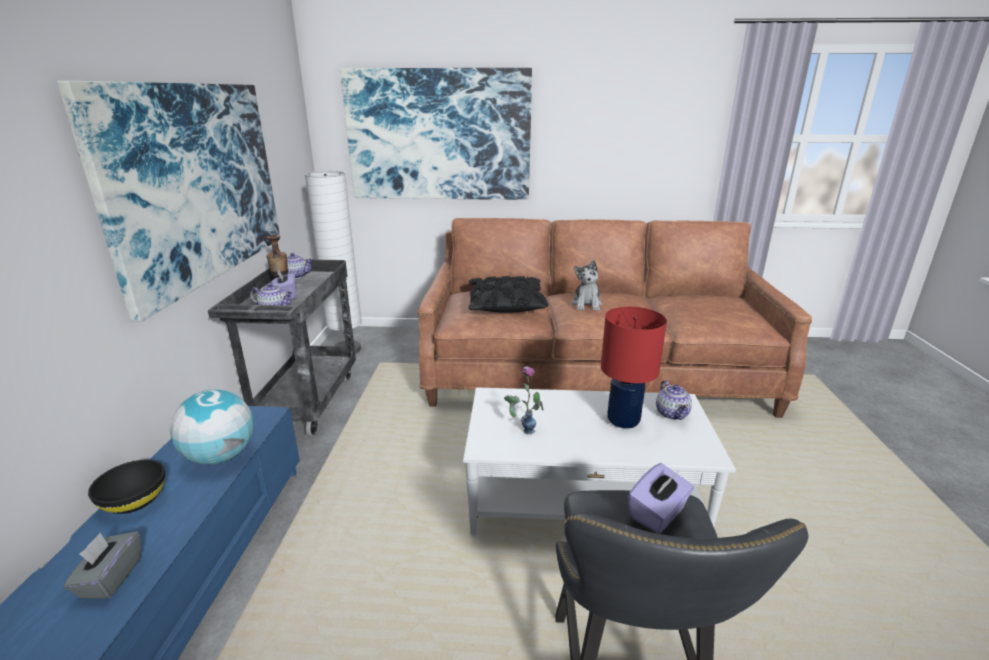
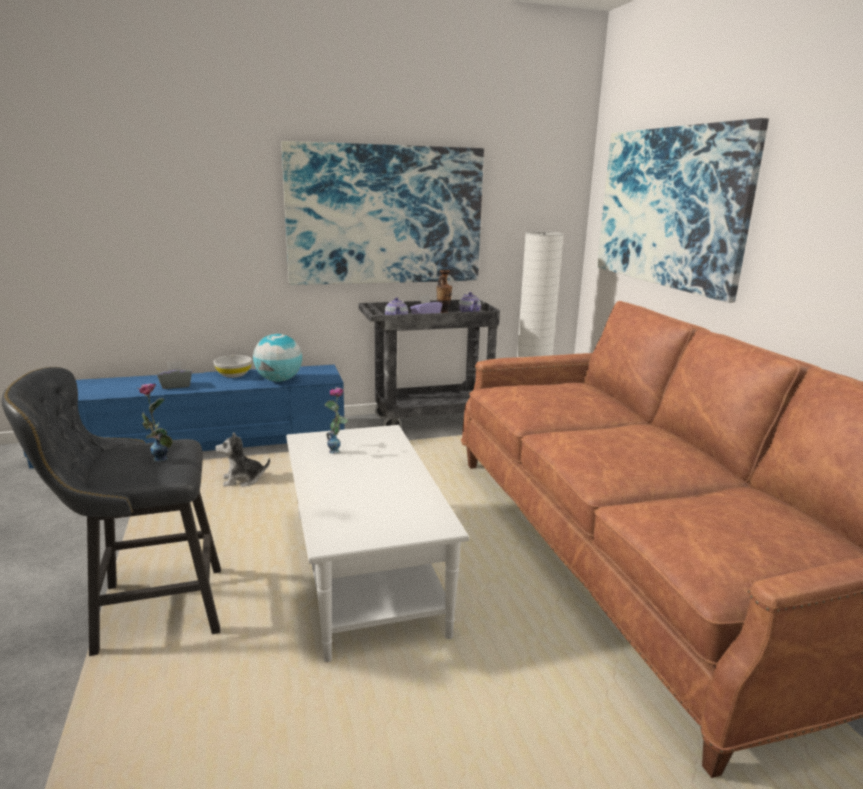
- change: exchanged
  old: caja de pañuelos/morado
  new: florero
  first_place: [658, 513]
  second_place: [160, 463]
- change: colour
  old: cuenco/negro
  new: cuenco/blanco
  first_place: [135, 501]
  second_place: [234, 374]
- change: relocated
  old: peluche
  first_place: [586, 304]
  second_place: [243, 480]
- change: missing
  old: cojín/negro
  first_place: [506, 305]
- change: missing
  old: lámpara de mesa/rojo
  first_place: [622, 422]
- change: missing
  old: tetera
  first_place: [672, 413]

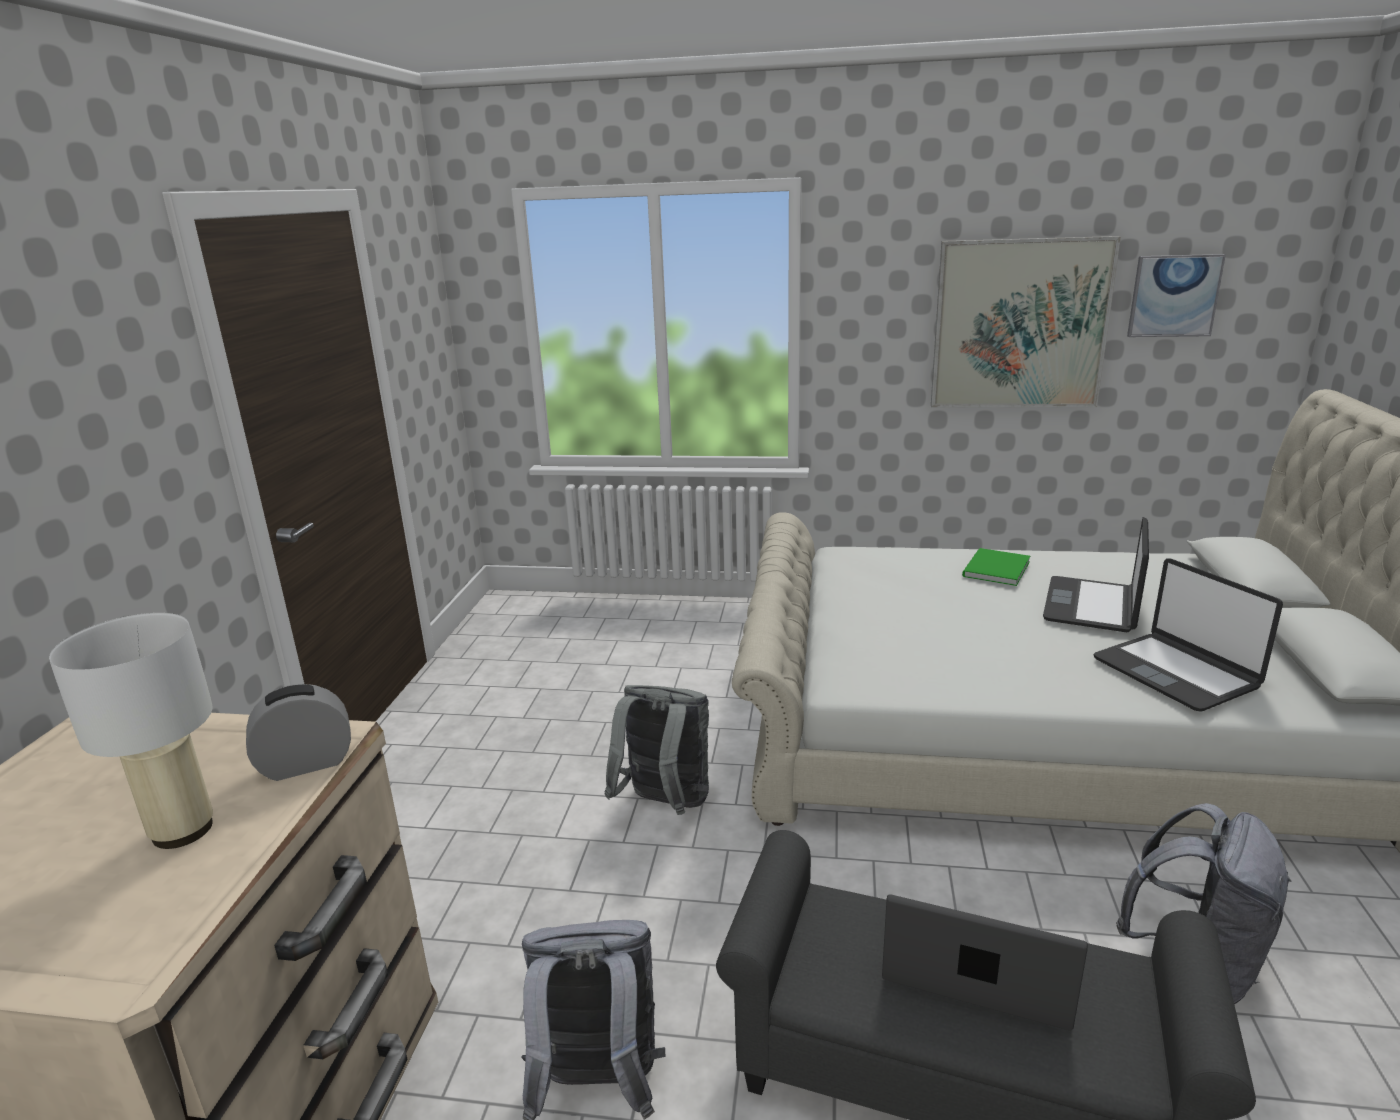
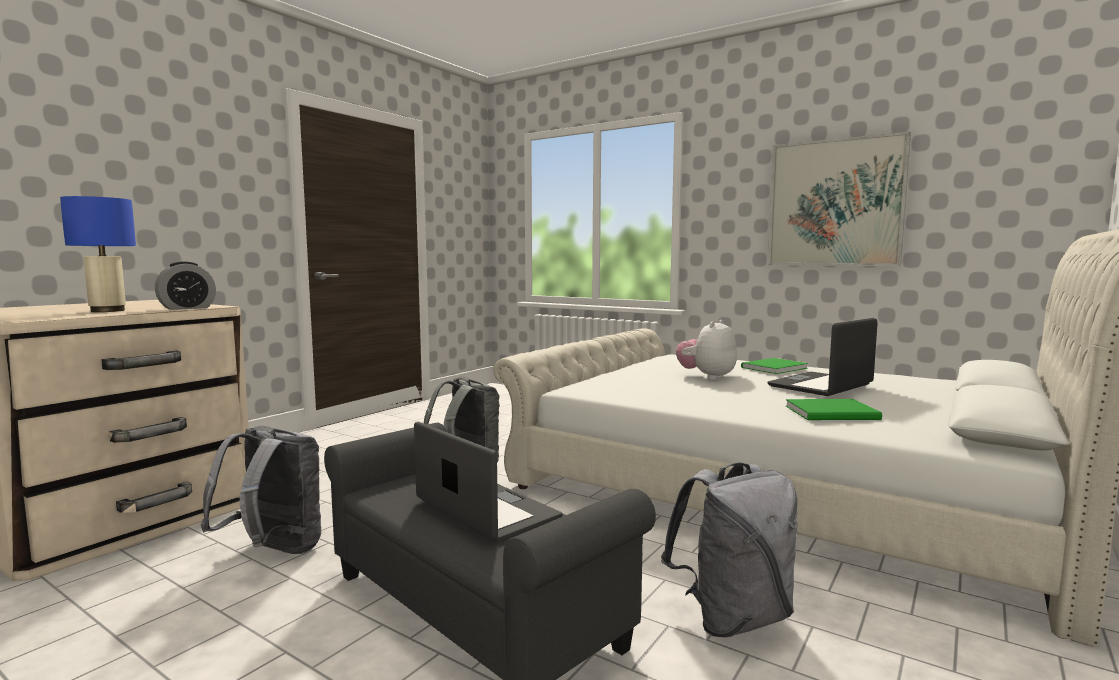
- change: colour
  old: lámpara de mesa/blanco
  new: lámpara de mesa/azul
  first_place: [182, 832]
  second_place: [107, 311]
- change: spun
  old: despertador
  first_place: [306, 764]
  second_place: [187, 308]
  degrees: 135
- change: appeared
  new: peluche
  second_place: [707, 377]
- change: exchanged
  old: portátil
  new: libro/verde
  first_place: [1176, 672]
  second_place: [834, 413]
- change: missing
  old: cuadro
  first_place: [1174, 296]

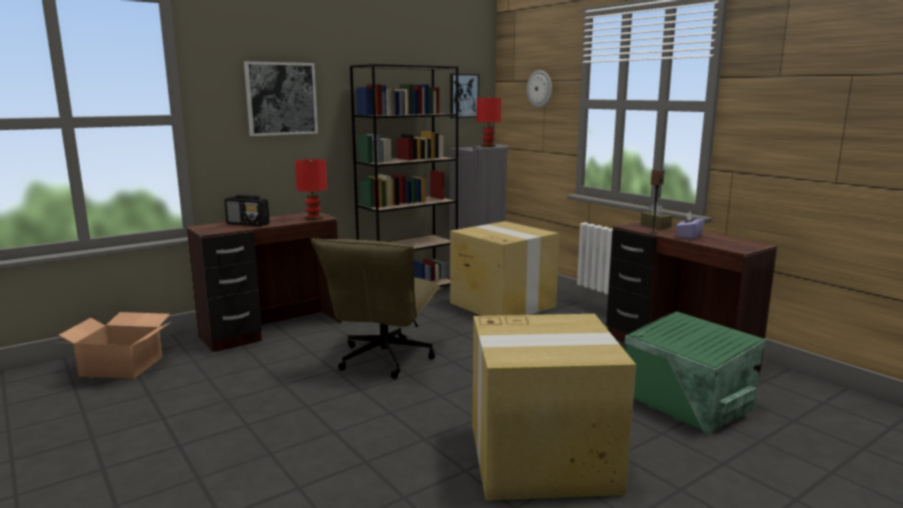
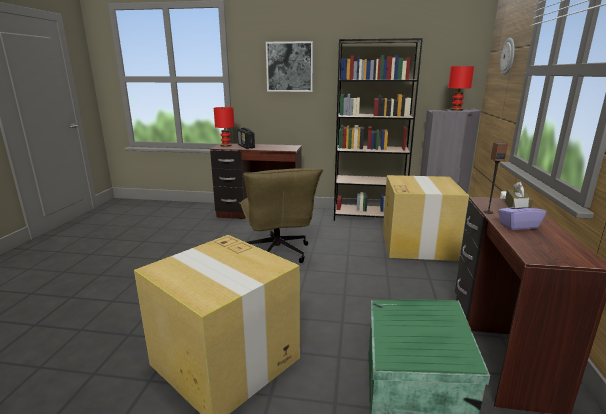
- change: relocated
  old: lámpara de mesa/rojo
  first_place: [313, 218]
  second_place: [225, 145]
- change: spun
  old: silla de oficina/beis
  first_place: [385, 358]
  second_place: [277, 251]
  degrees: -75
- change: missing
  old: caja de cartón
  first_place: [122, 366]
- change: missing
  old: cuadro
  first_place: [463, 96]

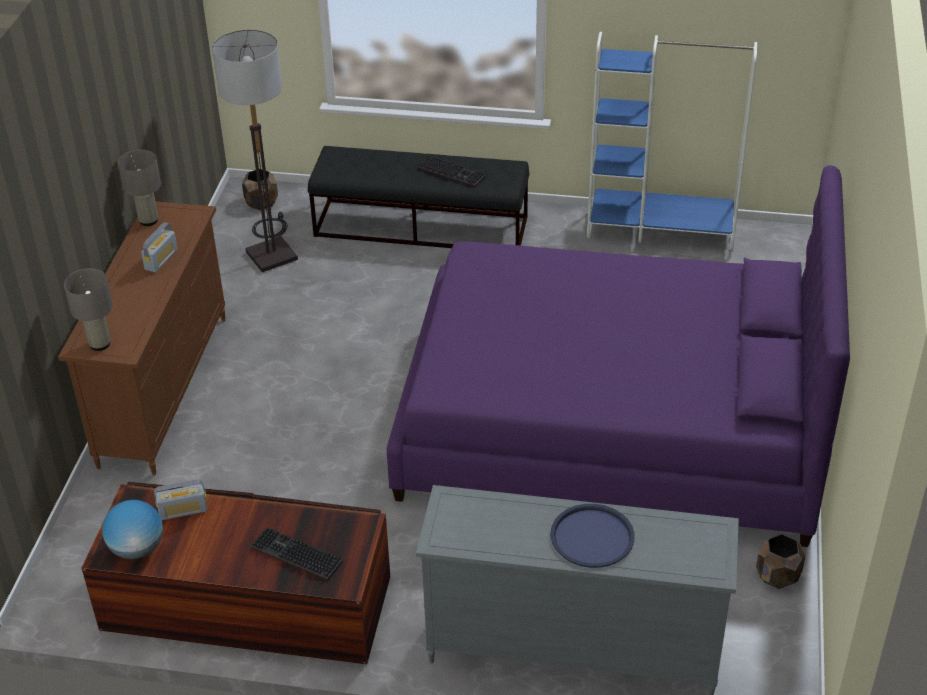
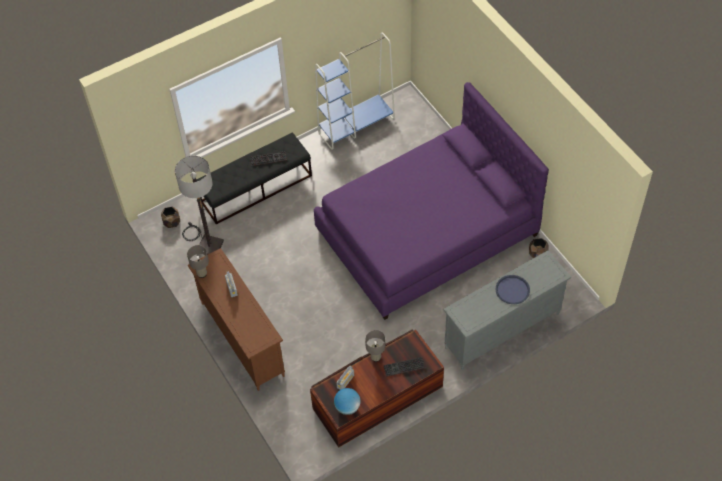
- change: relocated
  old: lámpara de mesa/gris
  first_place: [100, 344]
  second_place: [376, 357]

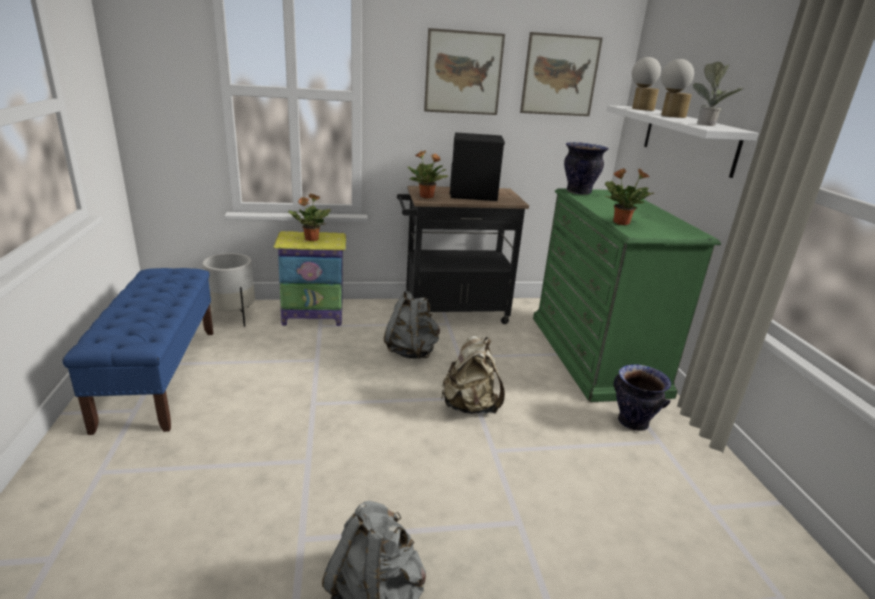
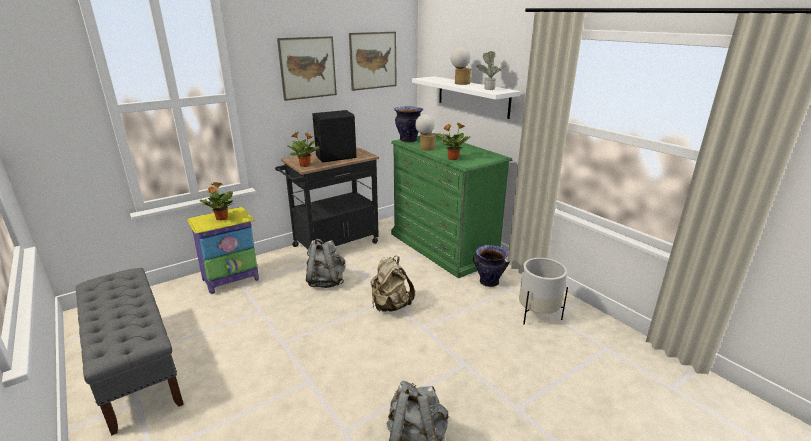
- change: colour
  old: banco/azul
  new: banco/gris
  first_place: [160, 375]
  second_place: [136, 367]
- change: relocated
  old: lámpara de mesa
  first_place: [639, 108]
  second_place: [425, 148]
- change: relocated
  old: maceta/blanco
  first_place: [233, 317]
  second_place: [537, 315]

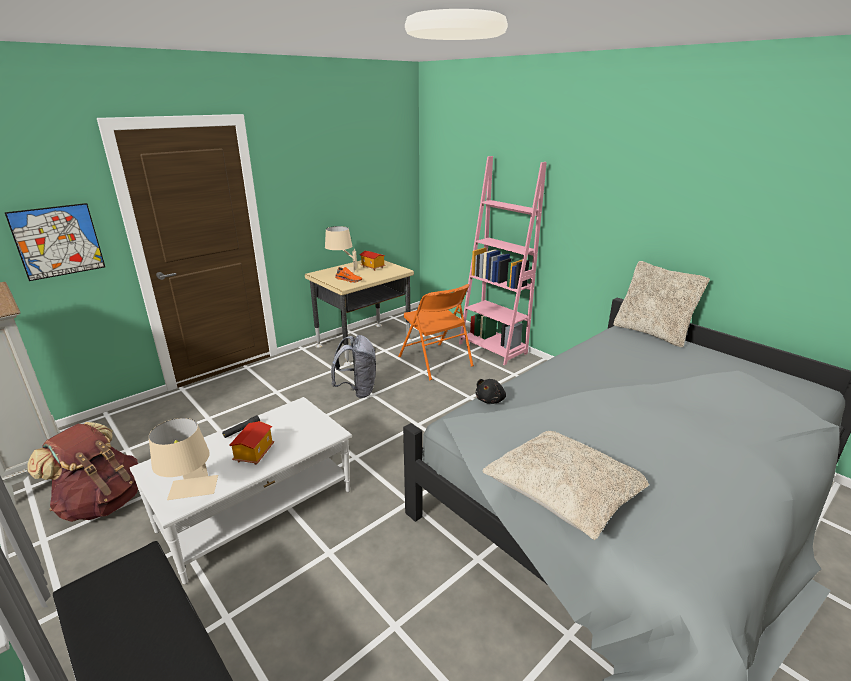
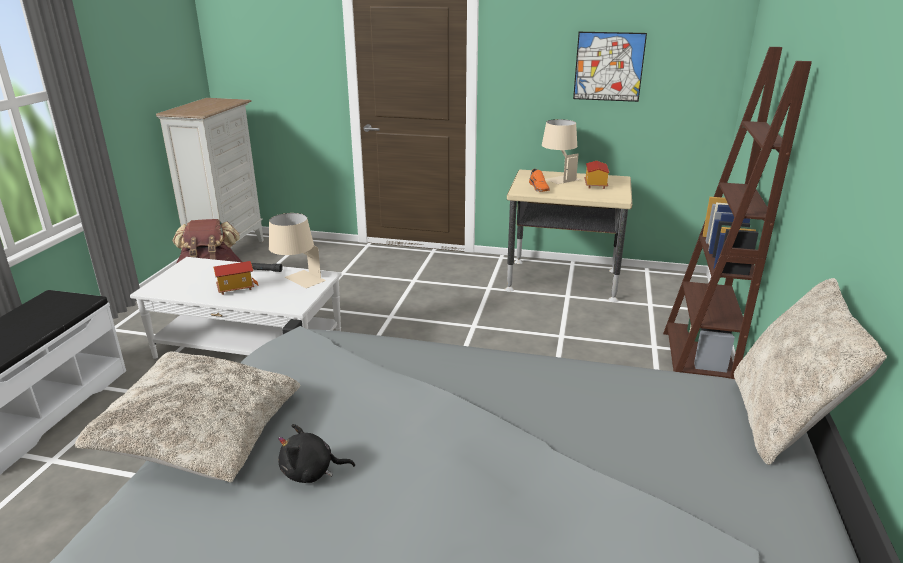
- change: relocated
  old: lámpara de mesa/beis
  first_place: [191, 494]
  second_place: [298, 281]
- change: relocated
  old: peluche/negro
  first_place: [491, 400]
  second_place: [311, 472]
- change: relocated
  old: cuadro
  first_place: [58, 241]
  second_place: [608, 66]
- change: colour
  old: estantería/rosa
  new: estantería/marrón
  first_place: [492, 348]
  second_place: [697, 360]
- change: missing
  old: mochila/gris
  first_place: [357, 391]
- change: missing
  old: silla/naranja
  first_place: [435, 361]

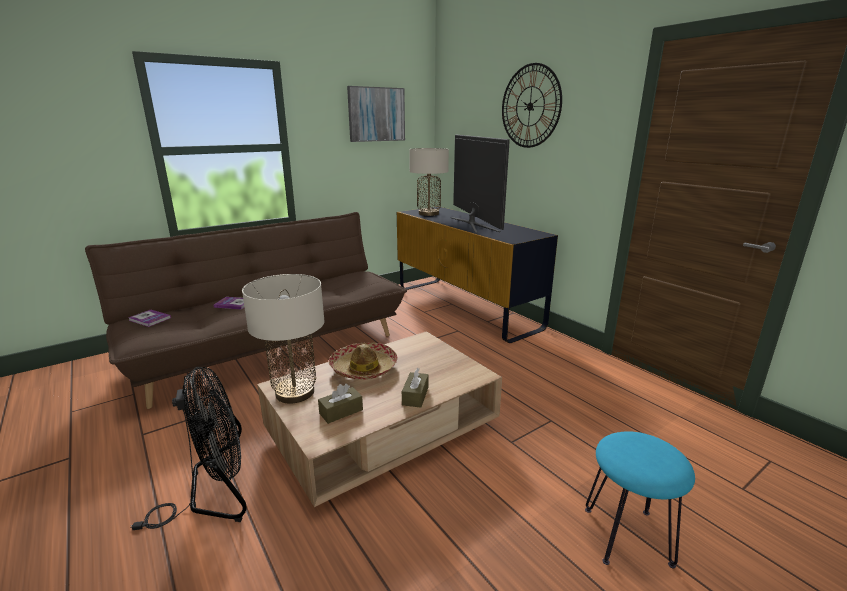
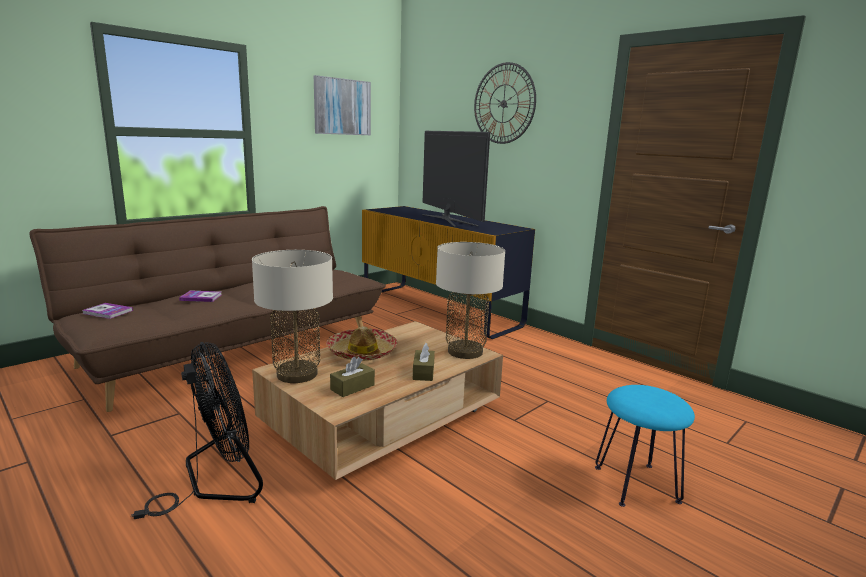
- change: relocated
  old: lámpara de mesa
  first_place: [428, 213]
  second_place: [465, 352]

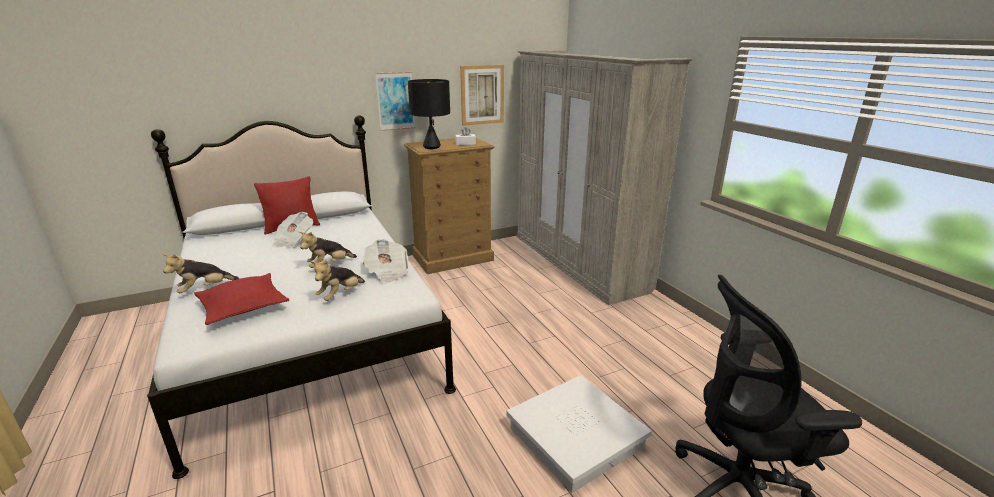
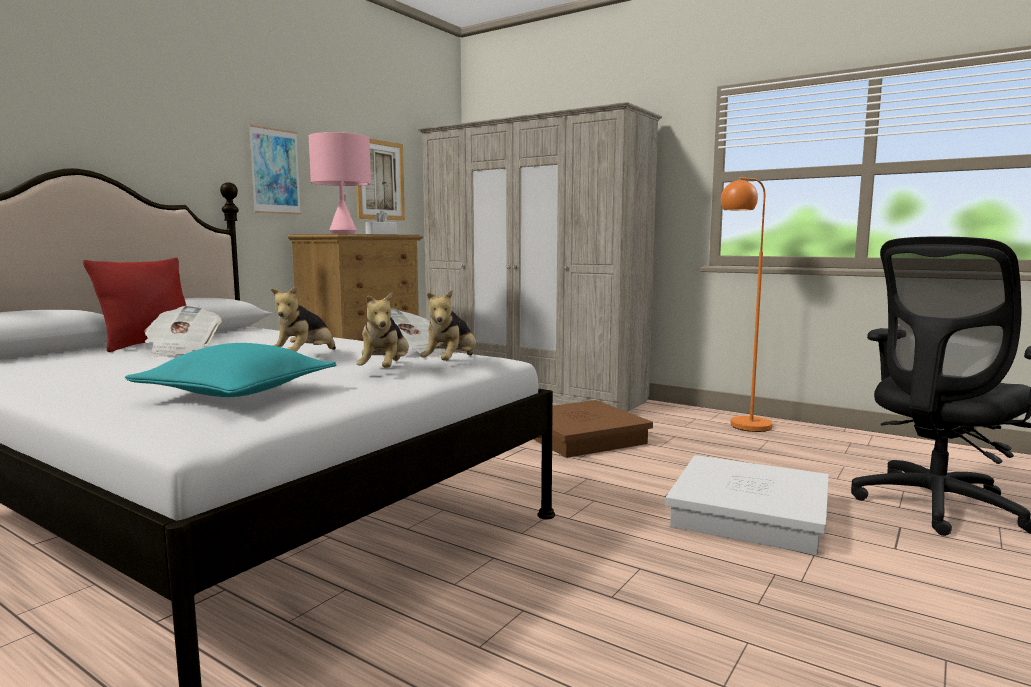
- change: colour
  old: cojín/rojo
  new: cojín/turquesa
  first_place: [243, 306]
  second_place: [238, 392]
- change: colour
  old: lámpara de mesa/negro
  new: lámpara de mesa/rosa
  first_place: [431, 147]
  second_place: [343, 233]
- change: relocated
  old: peluche
  first_place: [204, 289]
  second_place: [451, 364]
- change: appeared
  new: caja de almacenaje/marrón
  second_place: [582, 437]
- change: appeared
  new: lámpara de pie/naranja
  second_place: [742, 428]

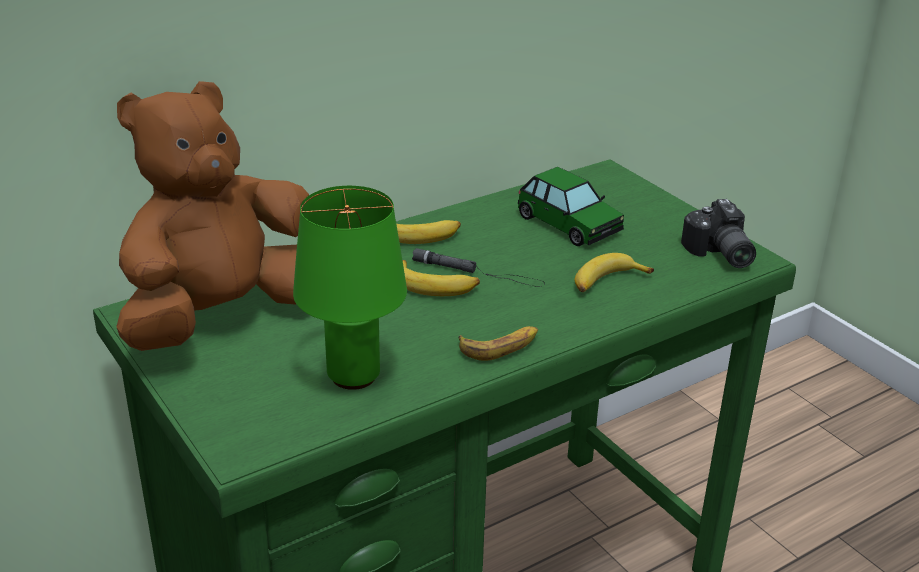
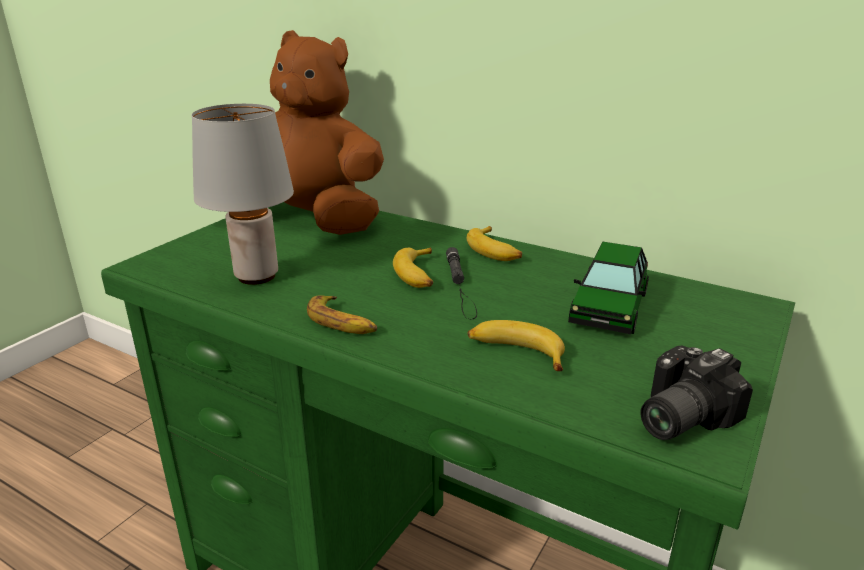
- change: colour
  old: lámpara de mesa/verde
  new: lámpara de mesa/gris
  first_place: [355, 376]
  second_place: [257, 276]

